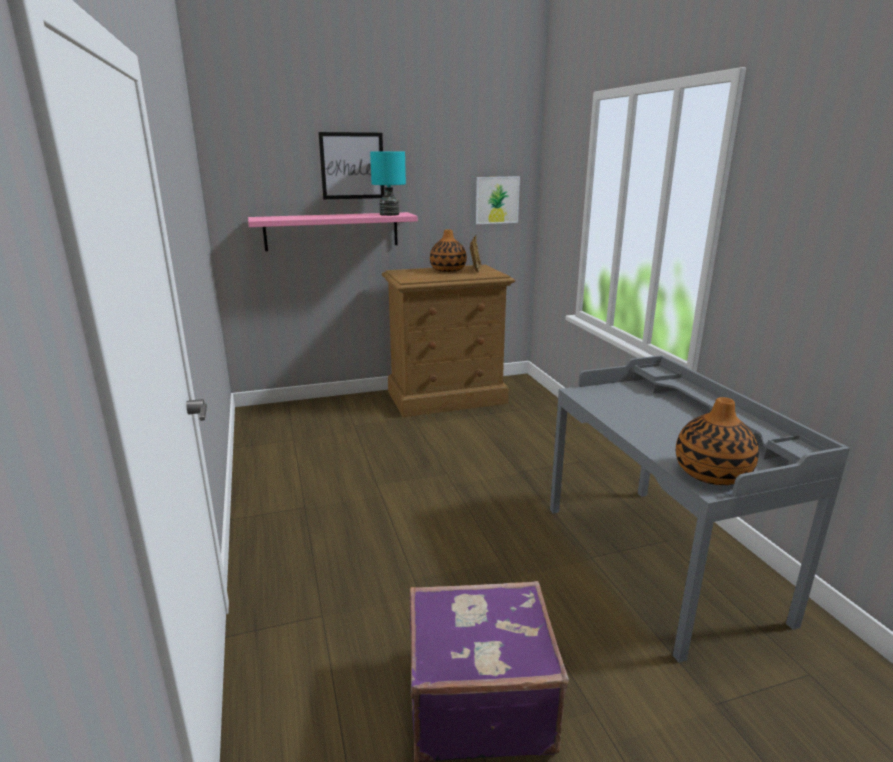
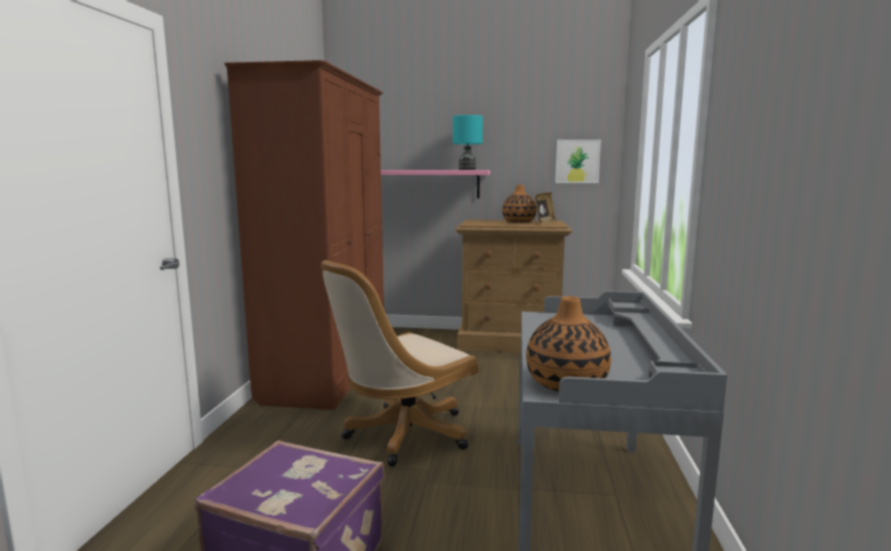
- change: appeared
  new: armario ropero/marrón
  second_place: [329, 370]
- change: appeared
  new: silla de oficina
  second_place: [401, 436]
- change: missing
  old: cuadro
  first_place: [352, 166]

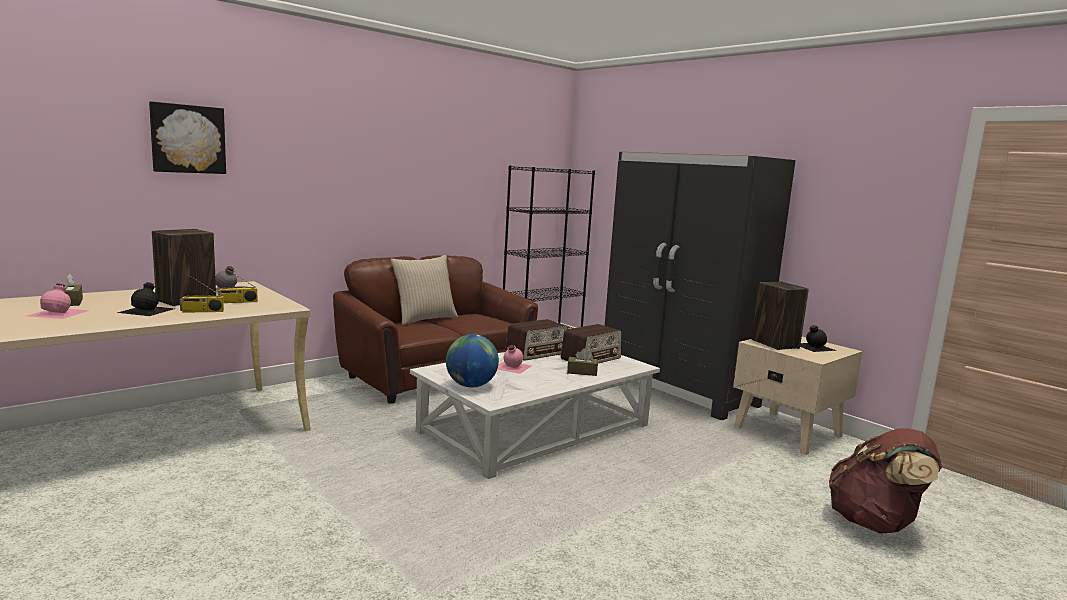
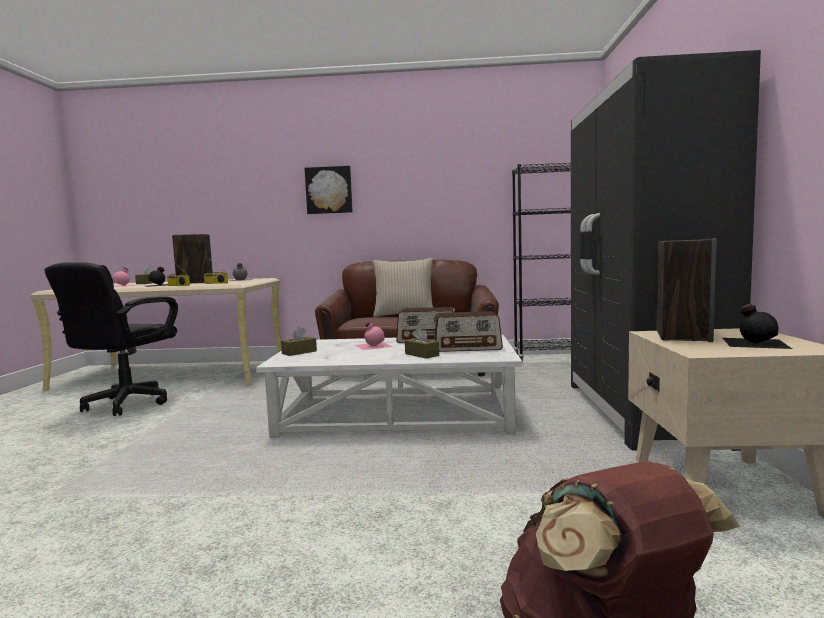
- change: appeared
  new: silla de oficina/negro
  second_place: [124, 406]
- change: exchanged
  old: globo terráqueo
  new: caja de pañuelos/marrón
  first_place: [471, 386]
  second_place: [299, 352]
- change: relocated
  old: cuadro
  first_place: [188, 139]
  second_place: [329, 190]

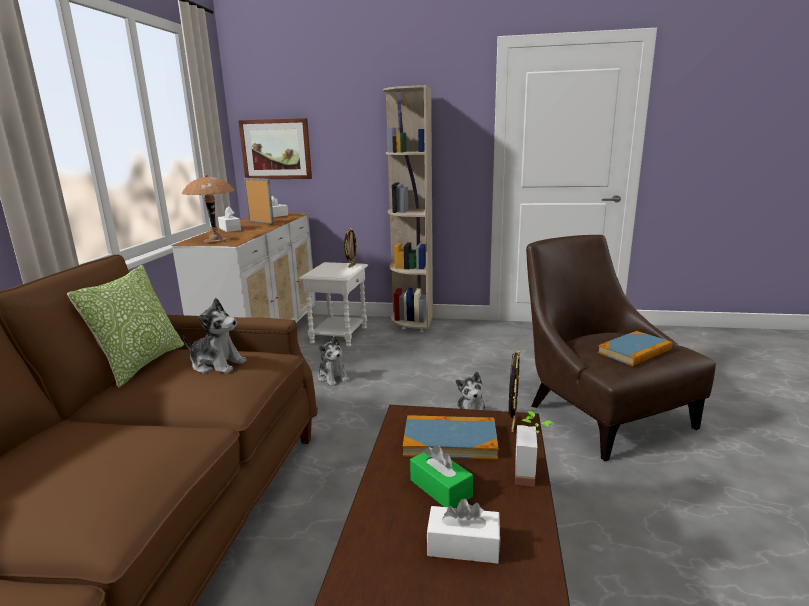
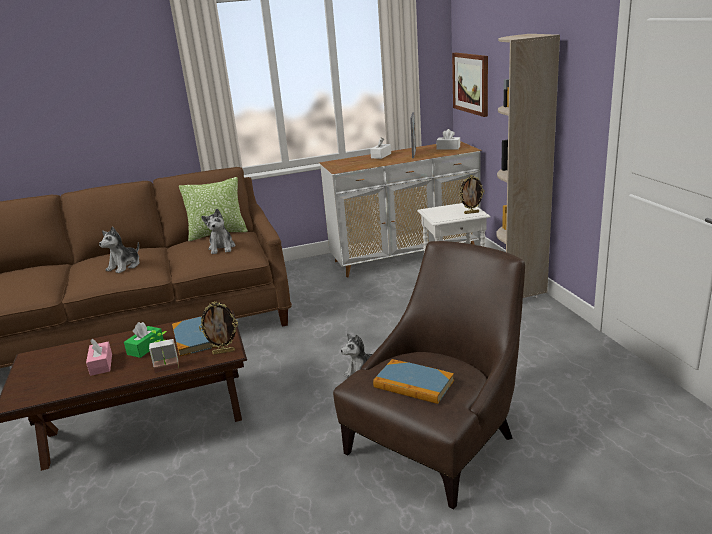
- change: colour
  old: caja de pañuelos/blanco
  new: caja de pañuelos/rosa
  first_place: [463, 546]
  second_place: [101, 364]
- change: relocated
  old: peluche
  first_place: [333, 378]
  second_place: [125, 266]
- change: missing
  old: lámpara de mesa/marrón
  first_place: [216, 240]

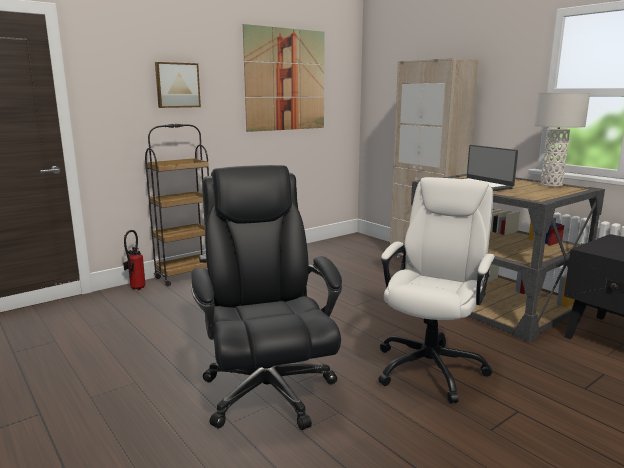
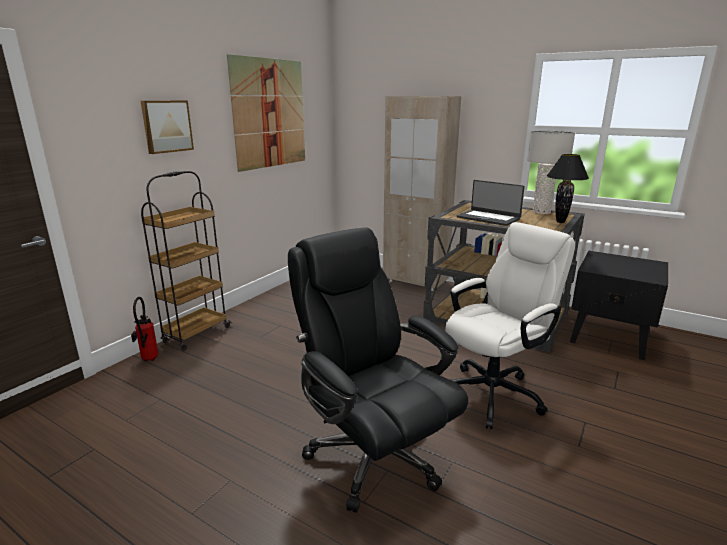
- change: spun
  old: silla de oficina/blanco
  first_place: [430, 367]
  second_place: [494, 393]
  degrees: 45
- change: appeared
  new: lámpara de mesa/negro
  second_place: [560, 222]

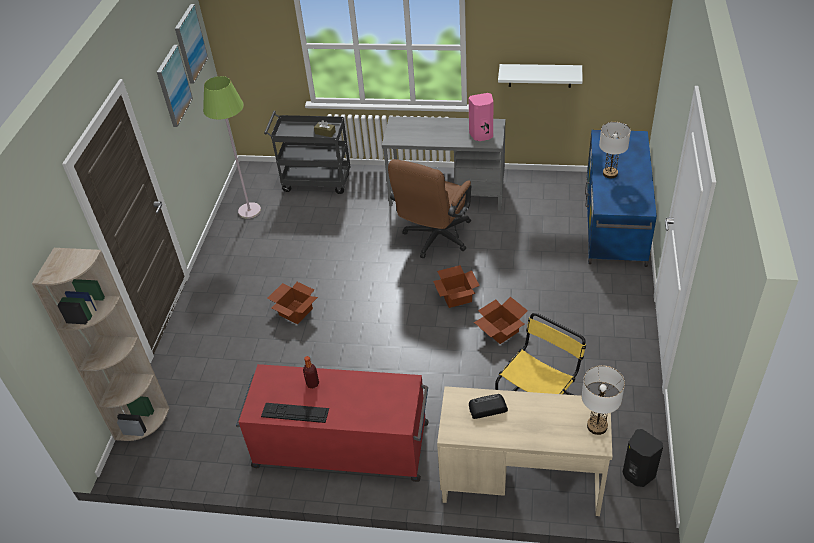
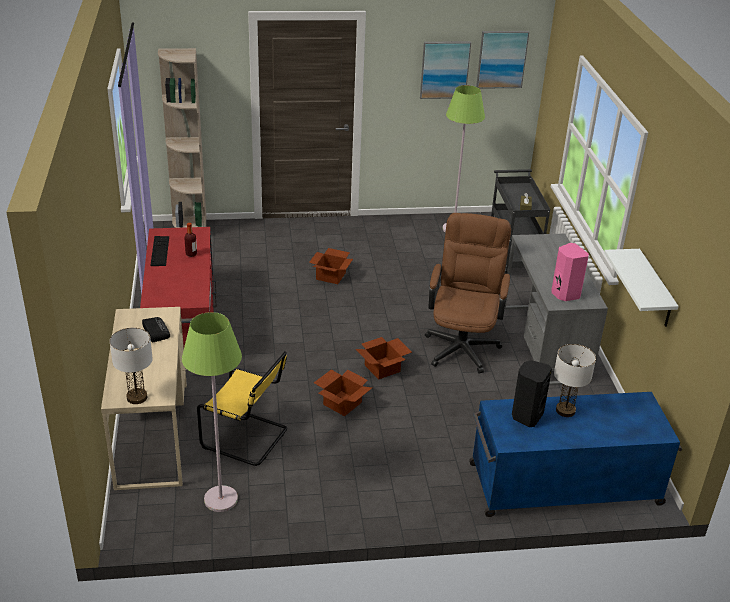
- change: appeared
  new: lámpara de pie/verde
  second_place: [220, 499]
- change: spun
  old: silla de oficina/marrón
  first_place: [434, 239]
  second_place: [463, 344]
  degrees: 90
- change: relocated
  old: altavoz/negro
  first_place: [637, 474]
  second_place: [526, 416]

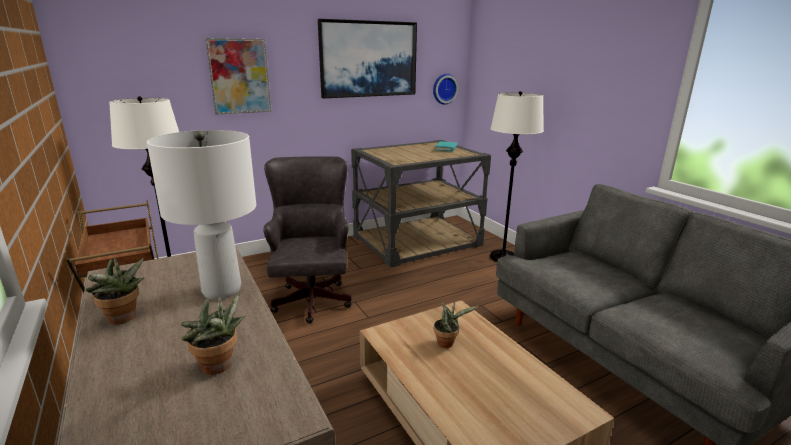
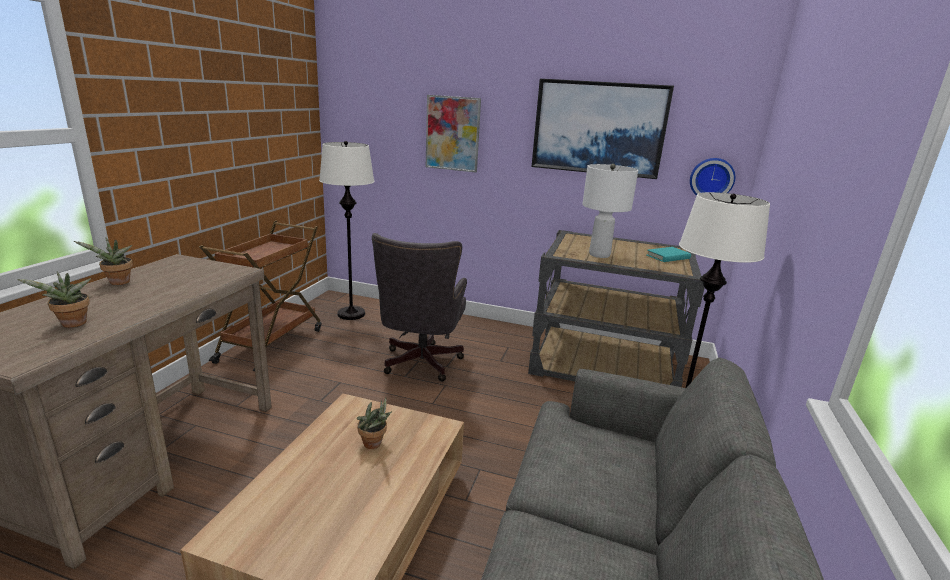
- change: spun
  old: silla de oficina/gris
  first_place: [312, 298]
  second_place: [421, 364]
  degrees: 150
- change: relocated
  old: lámpara de mesa/blanco
  first_place: [222, 290]
  second_place: [600, 255]

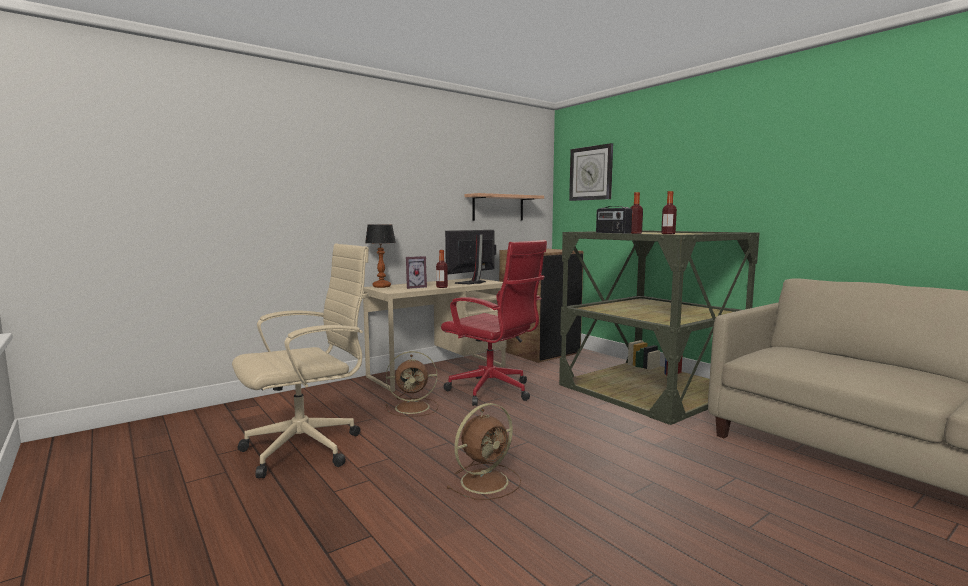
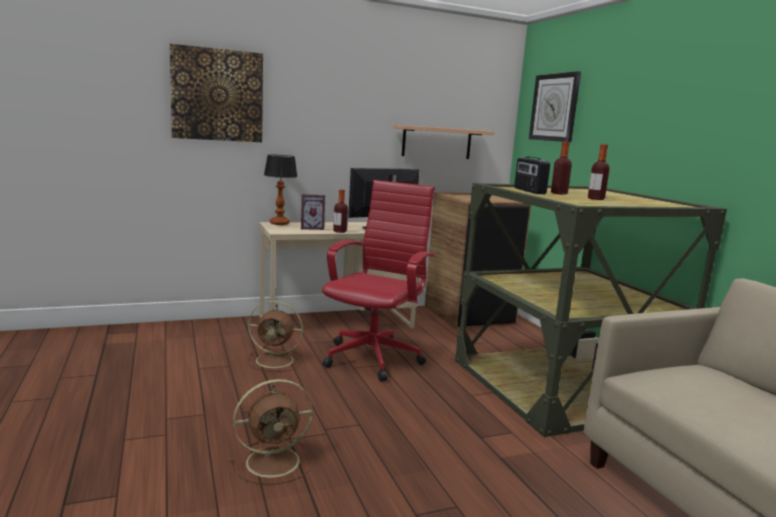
- change: appeared
  new: cuadro
  second_place: [217, 95]
- change: spun
  old: silla de oficina/rojo
  first_place: [494, 392]
  second_place: [374, 357]
  degrees: -120
- change: missing
  old: silla de oficina/beis
  first_place: [308, 448]

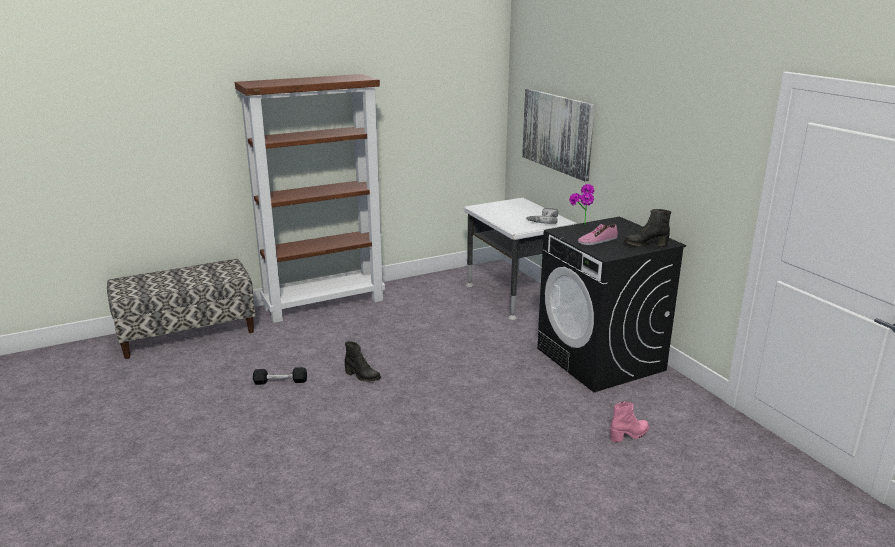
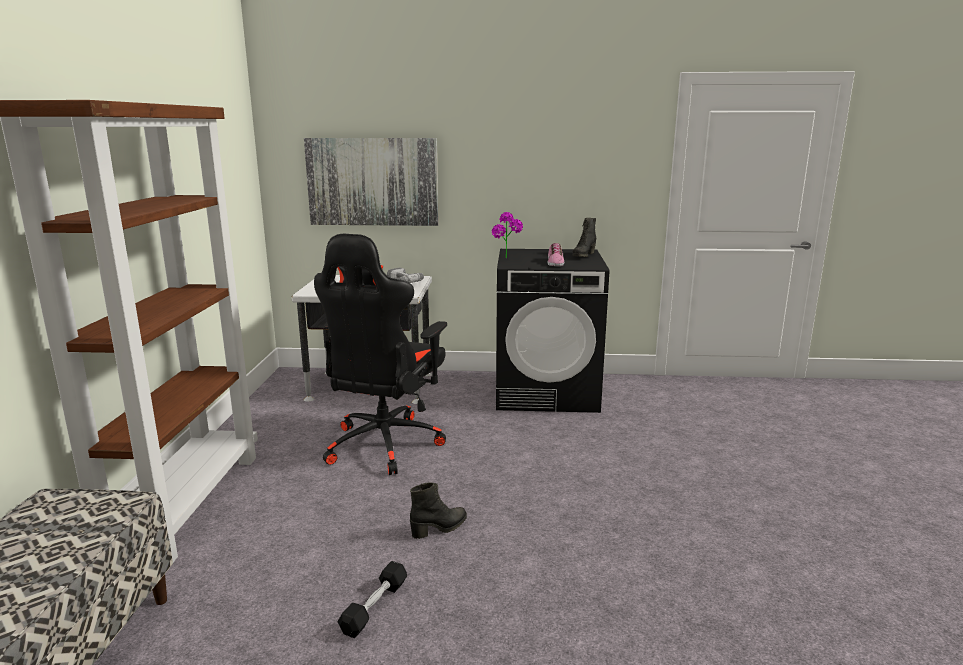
- change: appeared
  new: silla de oficina/negro
  second_place: [389, 440]
- change: missing
  old: bota/rosa
  first_place: [629, 435]

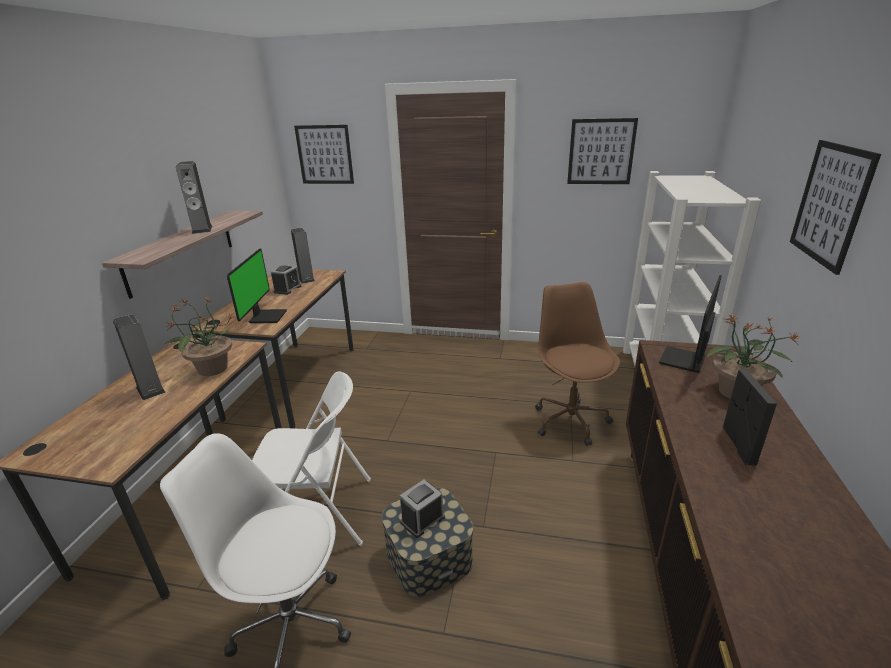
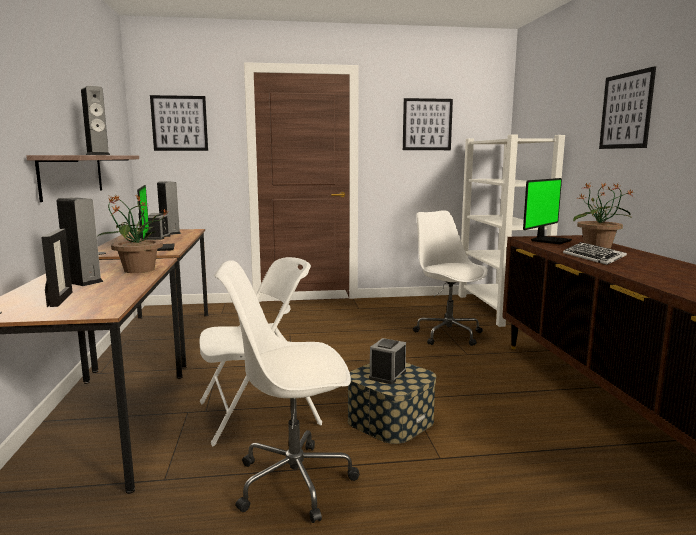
- change: relocated
  old: portarretratos
  first_place: [737, 445]
  second_place: [60, 299]
- change: colour
  old: silla de oficina/marrón
  new: silla de oficina/blanco
  first_place: [569, 421]
  second_place: [447, 335]
- change: spun
  old: monitor
  first_place: [684, 361]
  second_place: [549, 240]
  degrees: -150
- change: appeared
  new: teclado
  second_place: [593, 258]

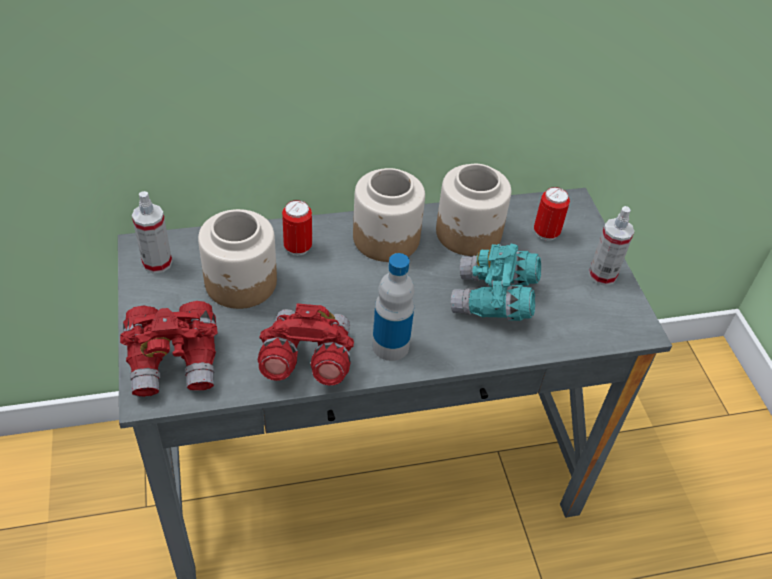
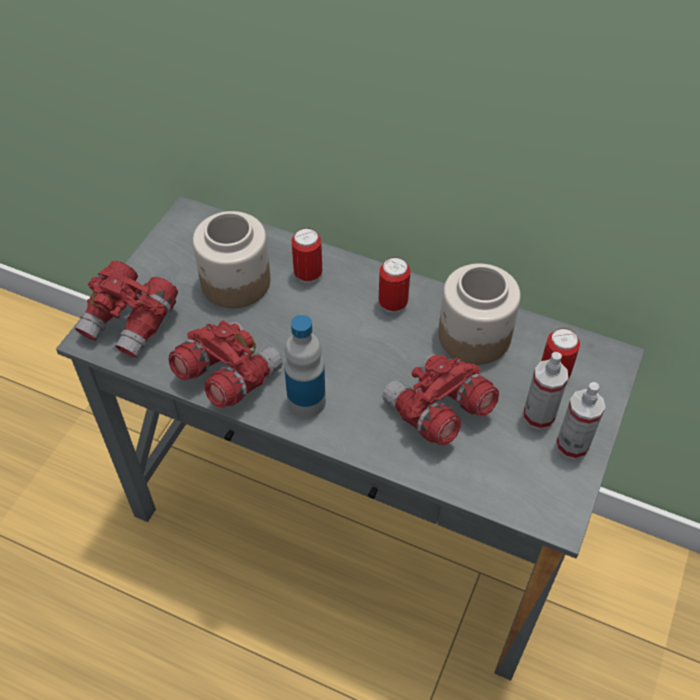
- change: exchanged
  old: tarro
  new: lata
  first_place: [387, 238]
  second_place: [393, 303]
- change: colour
  old: prismáticos/turquesa
  new: prismáticos/rojo
  first_place: [494, 300]
  second_place: [437, 412]
- change: relocated
  old: pulverizador
  first_place: [157, 263]
  second_place: [538, 416]

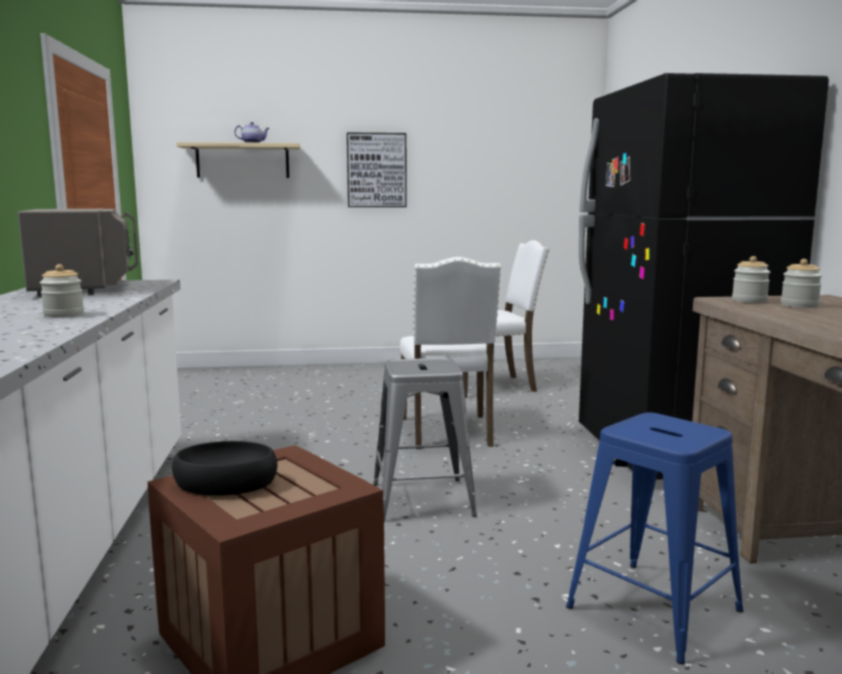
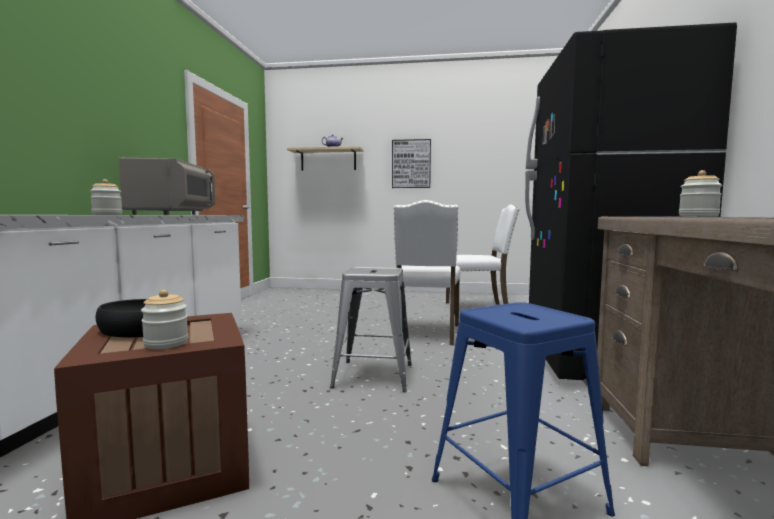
- change: relocated
  old: tarro
  first_place: [749, 301]
  second_place: [166, 343]

